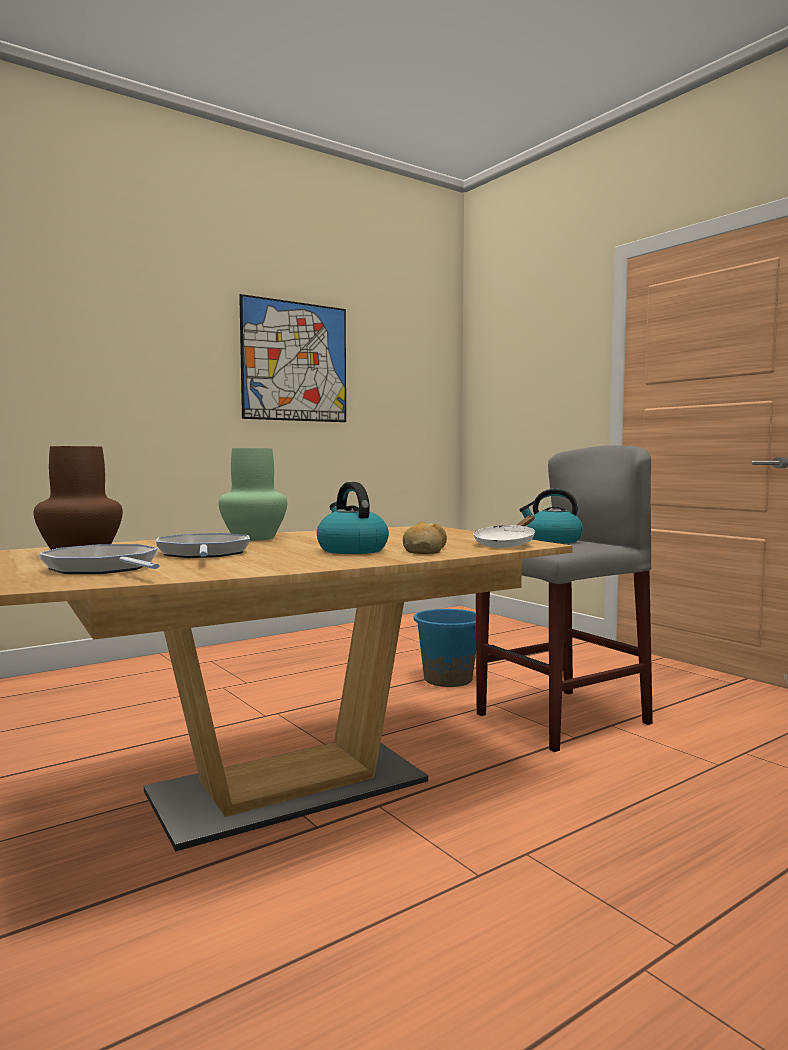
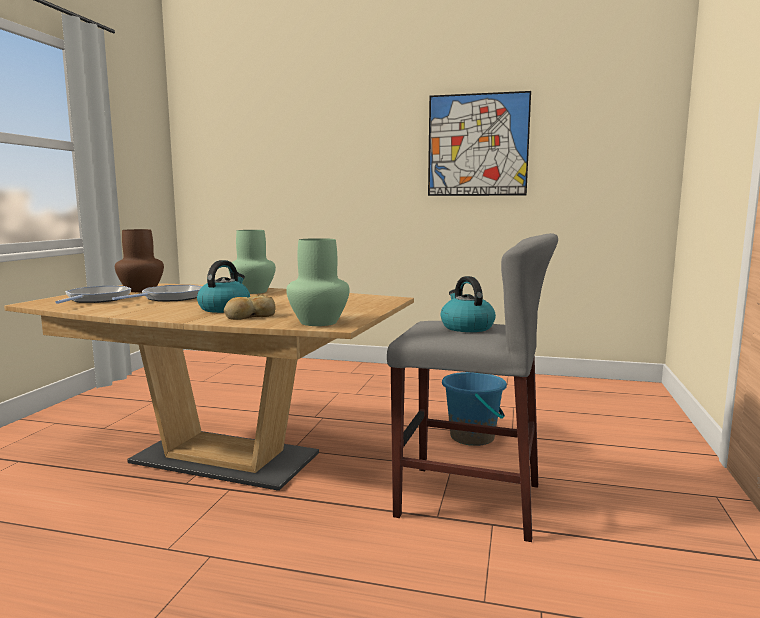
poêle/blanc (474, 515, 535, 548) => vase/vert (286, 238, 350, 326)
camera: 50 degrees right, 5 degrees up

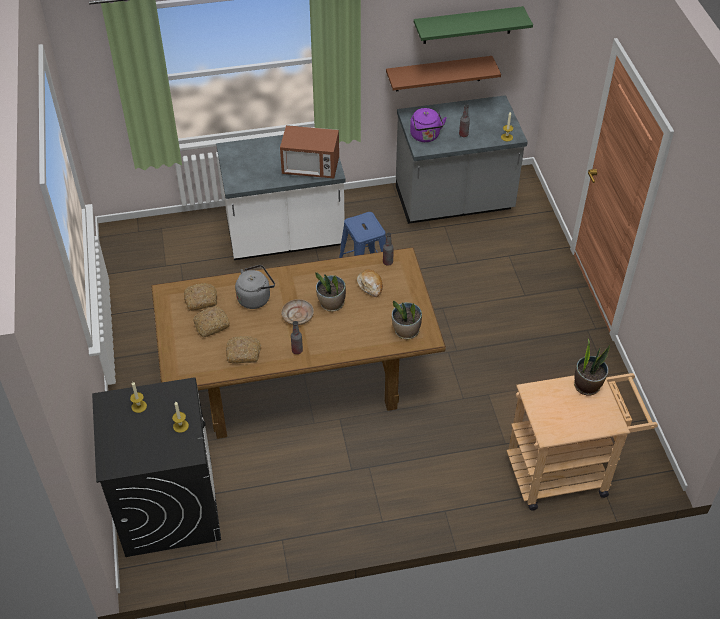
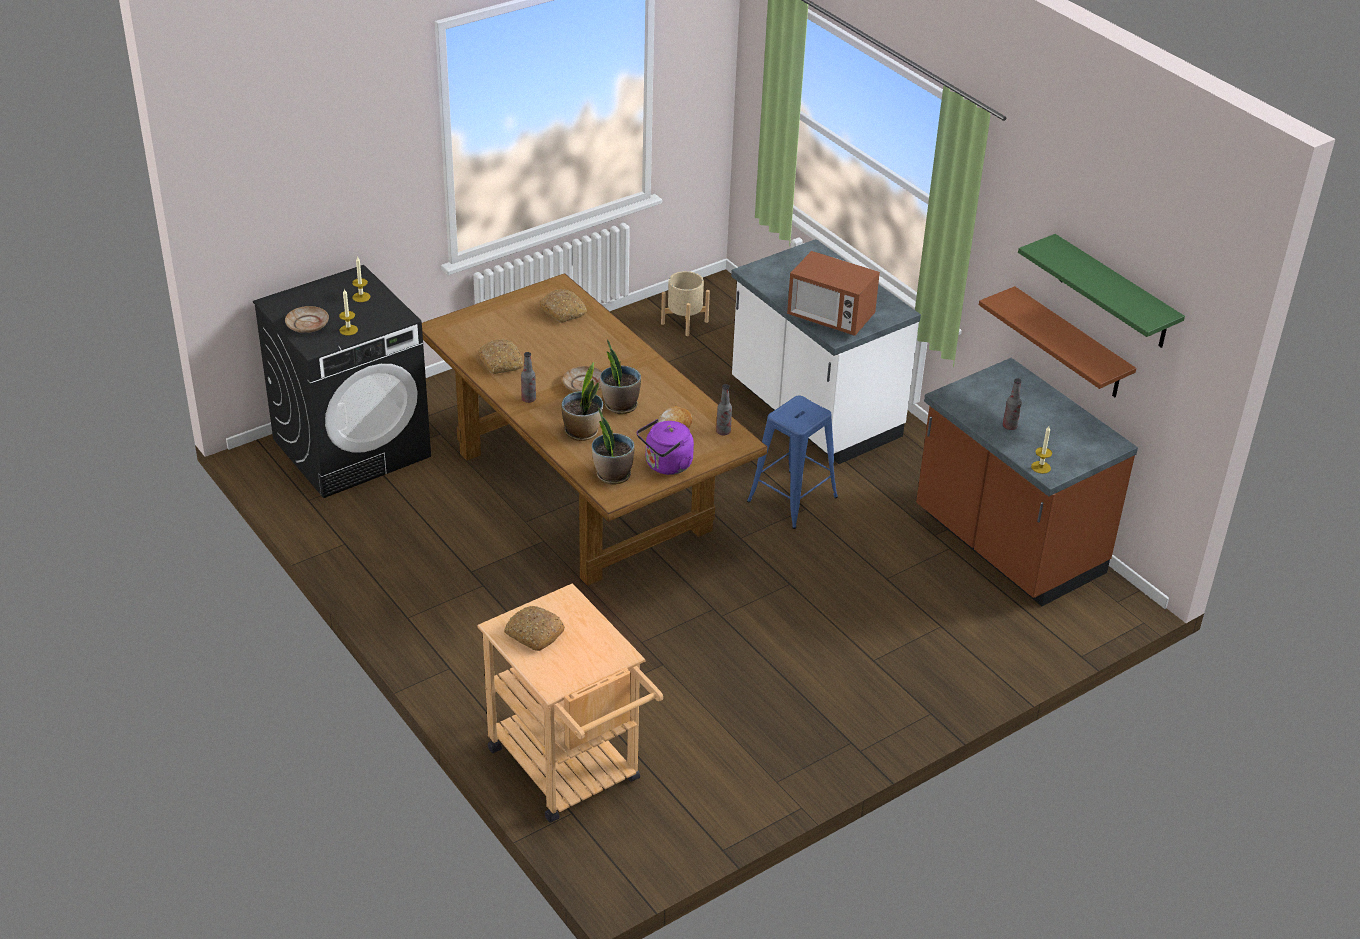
nothing => assiette/beige (285, 306, 329, 333)
pain (193, 306, 230, 337) => pain (504, 606, 565, 651), move
plante en pot (574, 339, 610, 396) => plante en pot (561, 362, 603, 441), move
bouilloire/violet (410, 108, 447, 142) => bouilloire/violet (637, 419, 694, 475), move
nothing => cache-pot/beige (661, 271, 710, 336)
micro-ondes (280, 125, 339, 178) => micro-ondes (787, 251, 880, 336), 45 degrees counterclockwise
comptoir de cuisine/gris (396, 95, 528, 224) => comptoir de cuisine/marron (916, 358, 1138, 606)
bouilloire/gris (235, 265, 275, 309) => nothing
camera: 65 degrees right, 10 degrees down

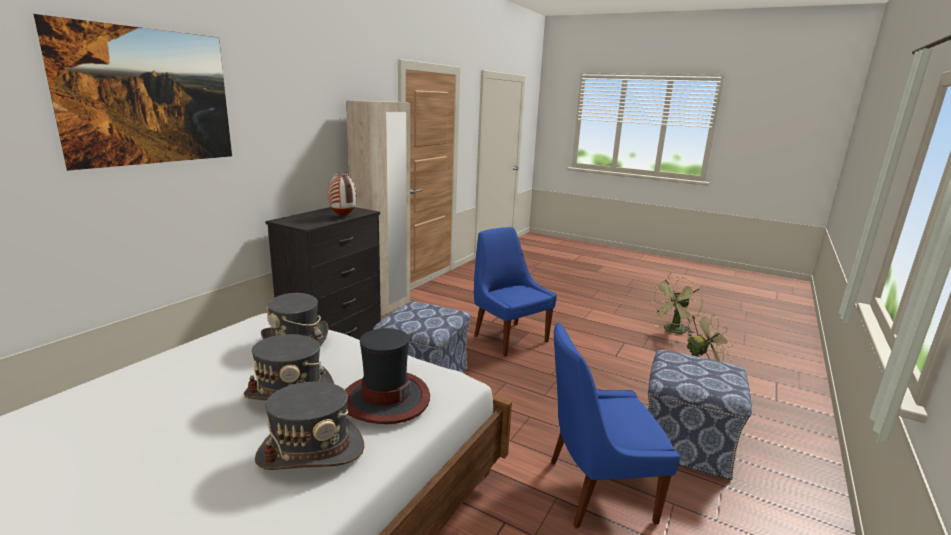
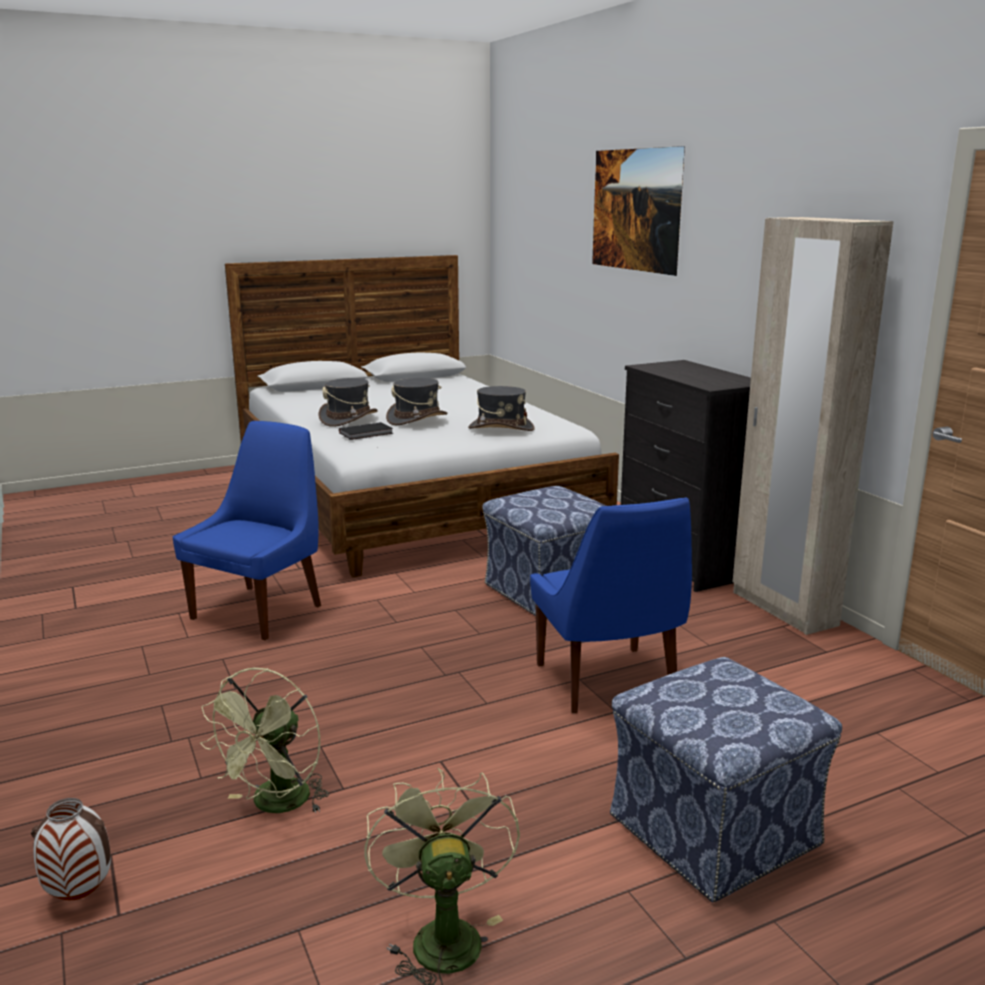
vase (328, 173, 357, 216) => vase (31, 798, 111, 900), move
chapeau (345, 328, 430, 424) => livre/noir (339, 422, 393, 440)
chaise/bleu (474, 227, 557, 356) => chaise/bleu (530, 498, 692, 714), 75 degrees clockwise
pouf (648, 350, 752, 480) => pouf (610, 657, 842, 902), move
camera: 125 degrees right, 0 degrees up

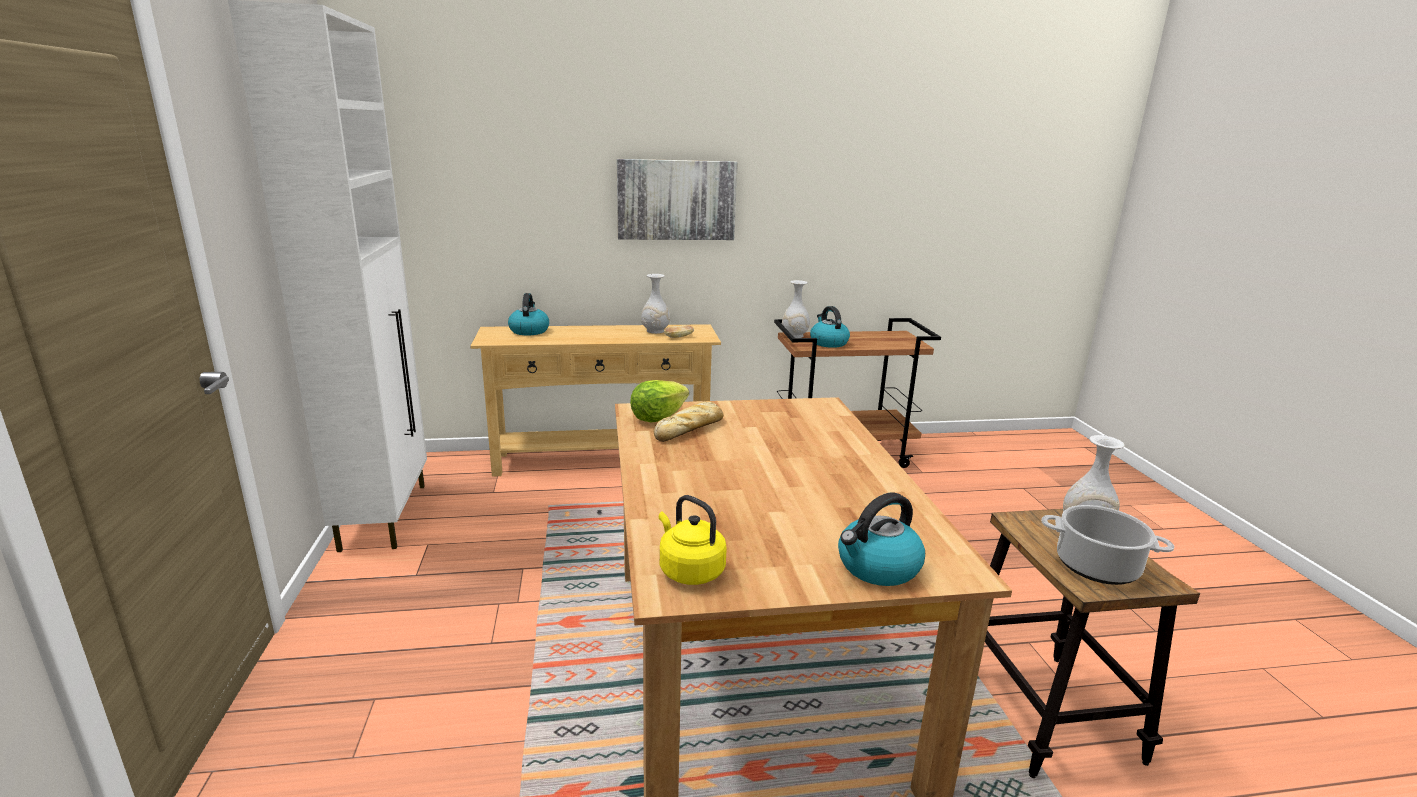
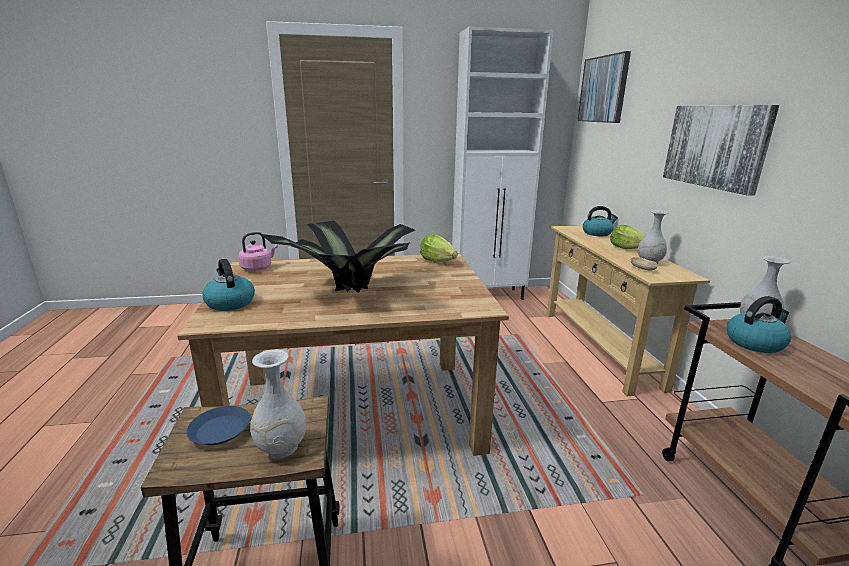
marmite (1041, 505, 1174, 585) => assiette/bleu (186, 406, 251, 445)
bouilloire/jaune (659, 495, 727, 585) => bouilloire/rose (238, 232, 278, 271)
nothing => plante en pot (261, 221, 415, 293)
nothing => tableau (577, 51, 631, 123)
nothing => laitue (610, 225, 645, 249)
pain (654, 401, 724, 442) => nothing
camera: 90 degrees right, 0 degrees up

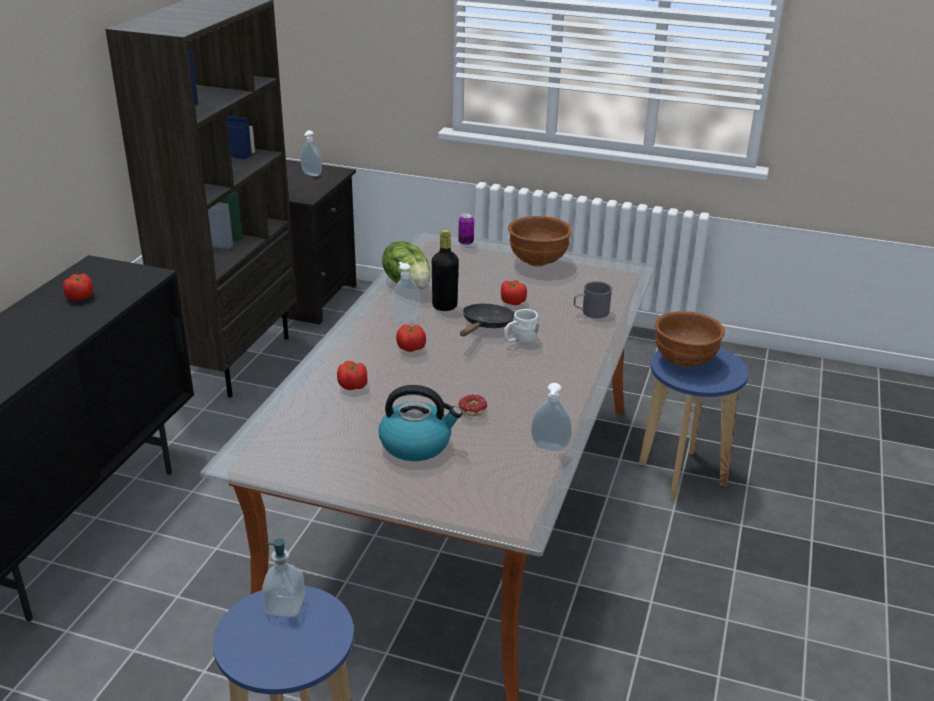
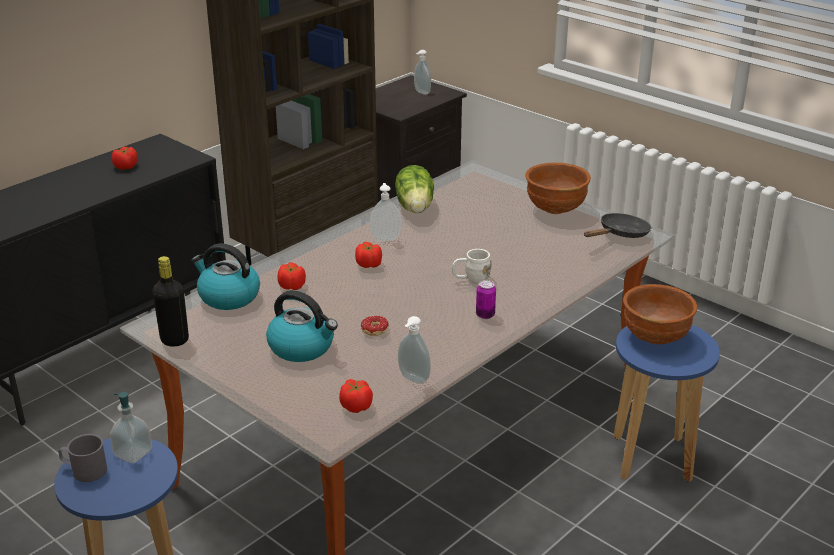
mug/gris (574, 281, 612, 318) => mug/gris (58, 434, 107, 482), move
bouteille/noir (432, 229, 459, 311) => bouteille/noir (152, 256, 189, 347), move
nothing => bouilloire (191, 243, 260, 310)
tomate (501, 280, 527, 305) => tomate (339, 379, 373, 413), move
boîte métallique (458, 213, 474, 245) => boîte métallique (476, 280, 496, 319), move
poêle/noir (460, 304, 515, 336) => poêle/noir (584, 213, 651, 238), move
camera: 25 degrees right, 0 degrees up

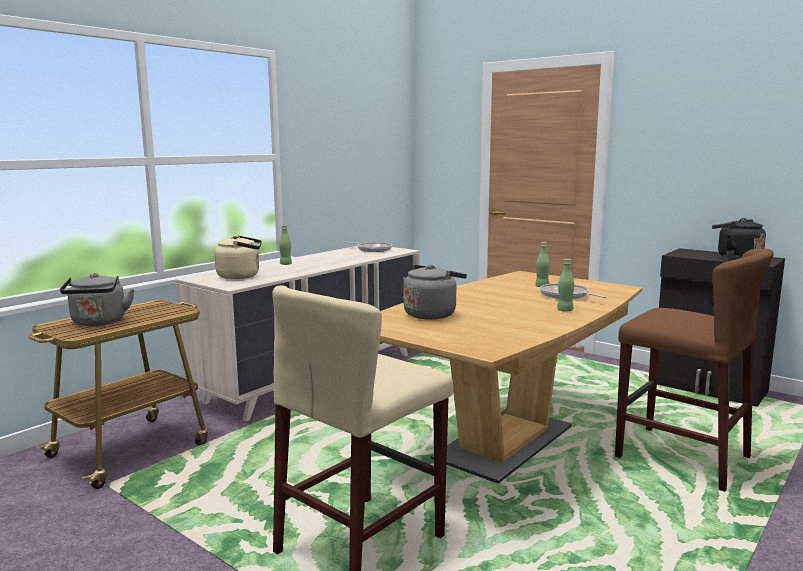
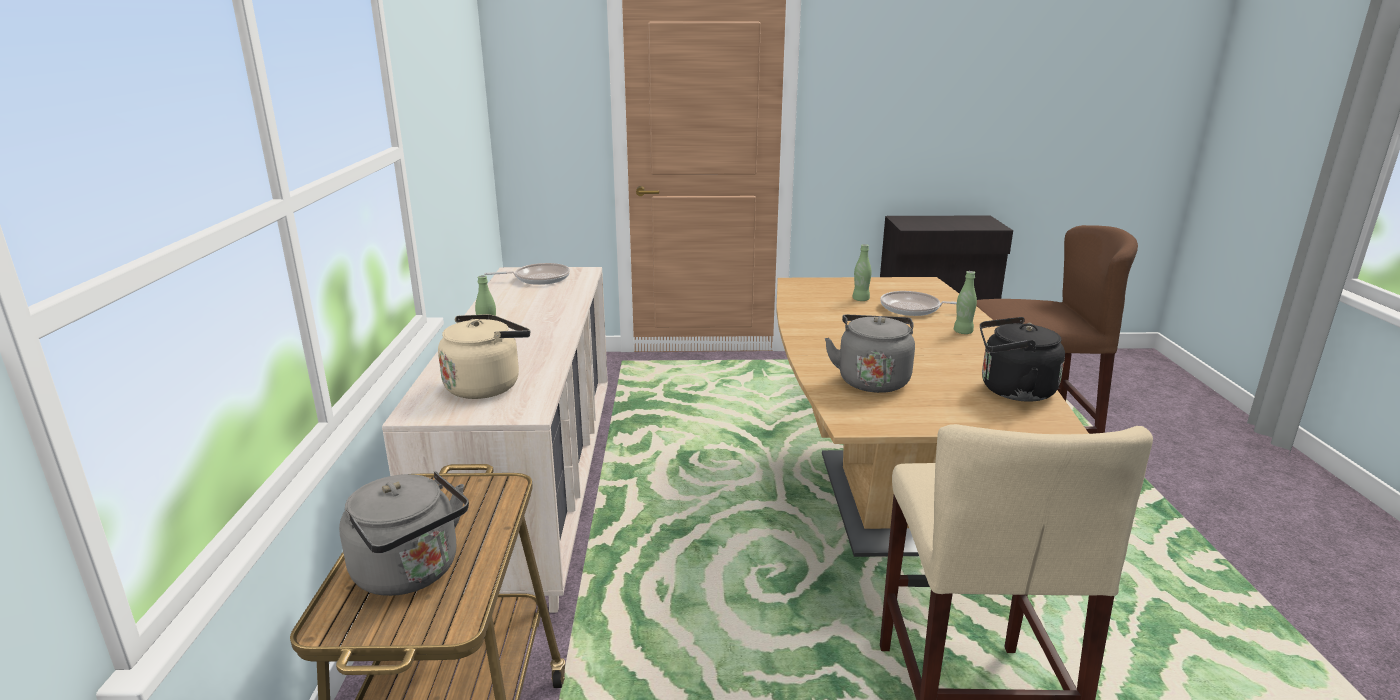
bouilloire/noir (712, 218, 766, 260) => bouilloire/noir (980, 317, 1065, 402), move
camera: 40 degrees left, 10 degrees up

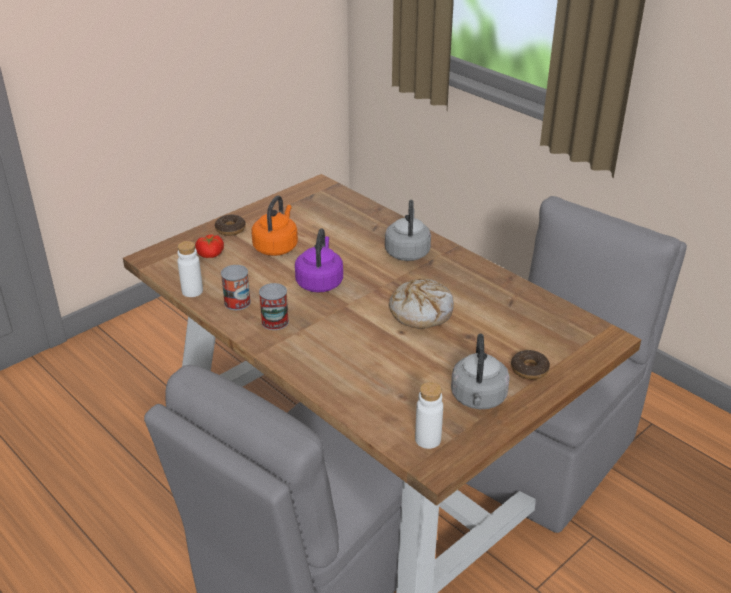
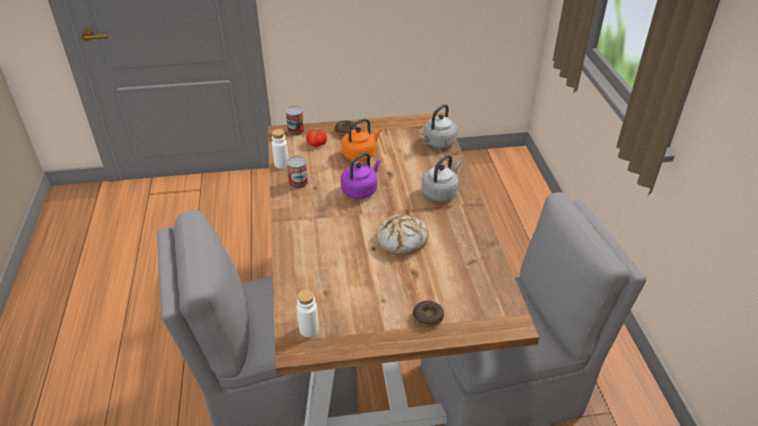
boîte métallique (259, 283, 289, 330) => boîte métallique (285, 106, 305, 136), move
bouilloire/gris (451, 334, 510, 409) => bouilloire/gris (422, 104, 457, 148), move
camera: 35 degrees right, 5 degrees up

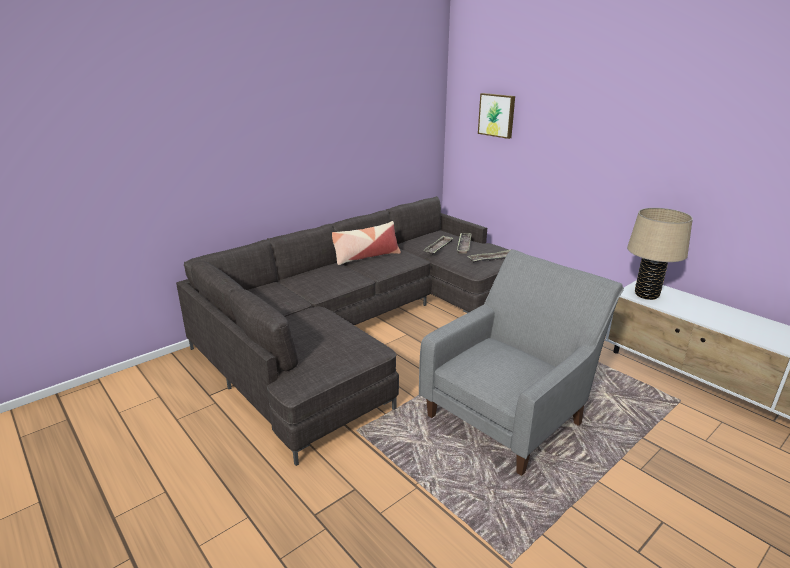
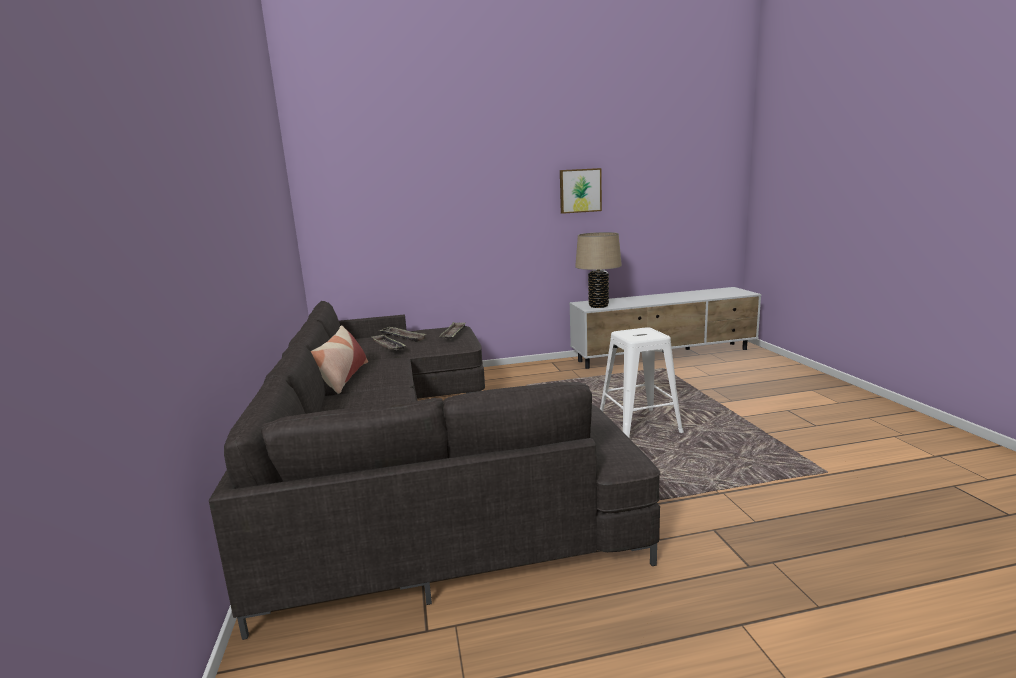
tableau (478, 93, 515, 139) => tableau (560, 168, 602, 214), move
fauteuil/gris (419, 250, 624, 476) => tabouret/blanc (600, 327, 684, 437)
camera: 60 degrees left, 10 degrees down

